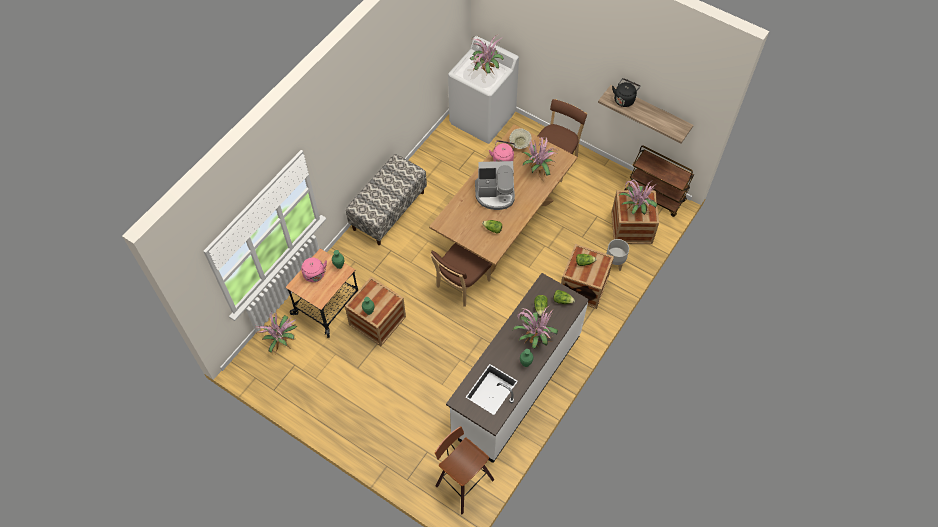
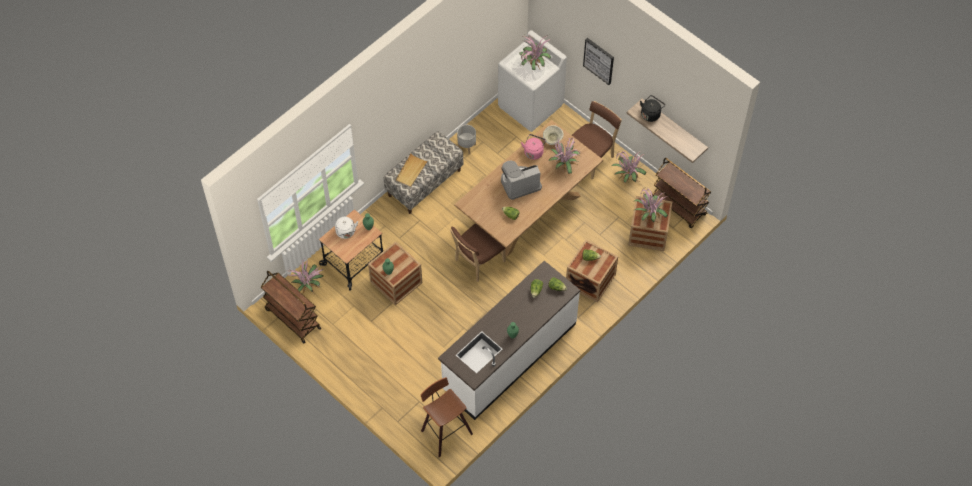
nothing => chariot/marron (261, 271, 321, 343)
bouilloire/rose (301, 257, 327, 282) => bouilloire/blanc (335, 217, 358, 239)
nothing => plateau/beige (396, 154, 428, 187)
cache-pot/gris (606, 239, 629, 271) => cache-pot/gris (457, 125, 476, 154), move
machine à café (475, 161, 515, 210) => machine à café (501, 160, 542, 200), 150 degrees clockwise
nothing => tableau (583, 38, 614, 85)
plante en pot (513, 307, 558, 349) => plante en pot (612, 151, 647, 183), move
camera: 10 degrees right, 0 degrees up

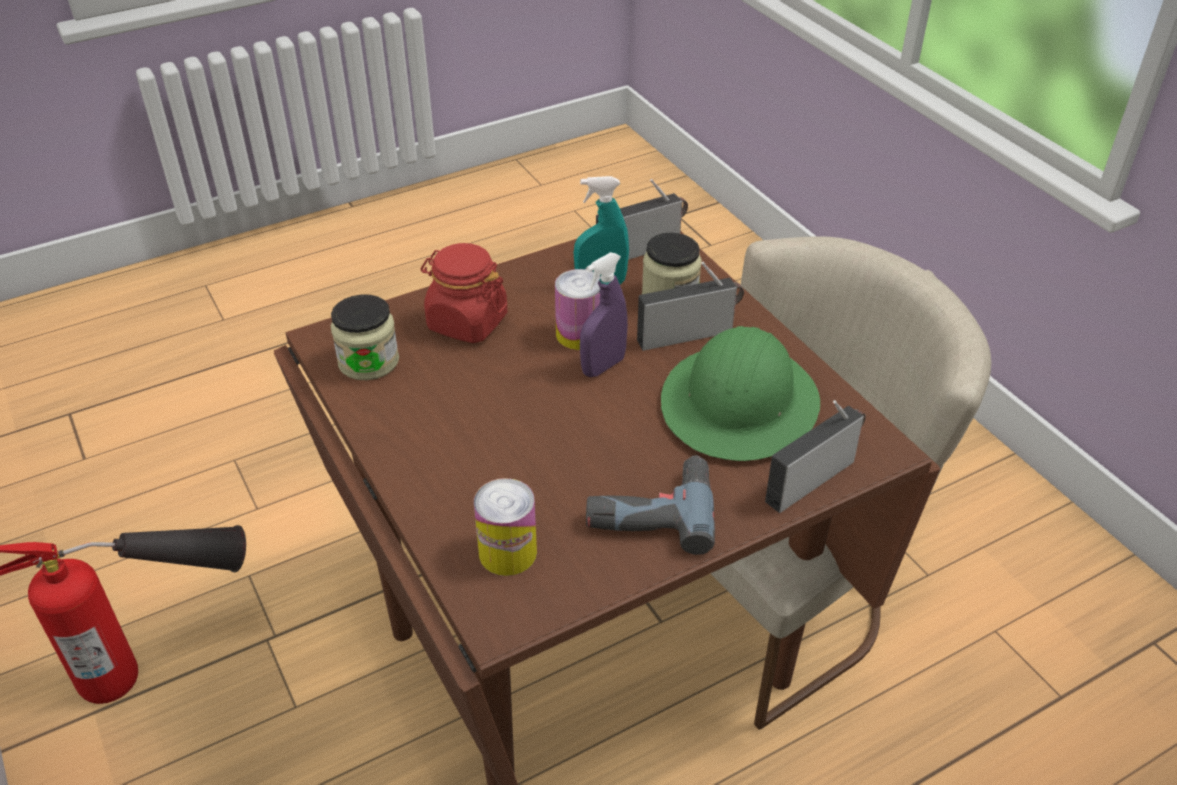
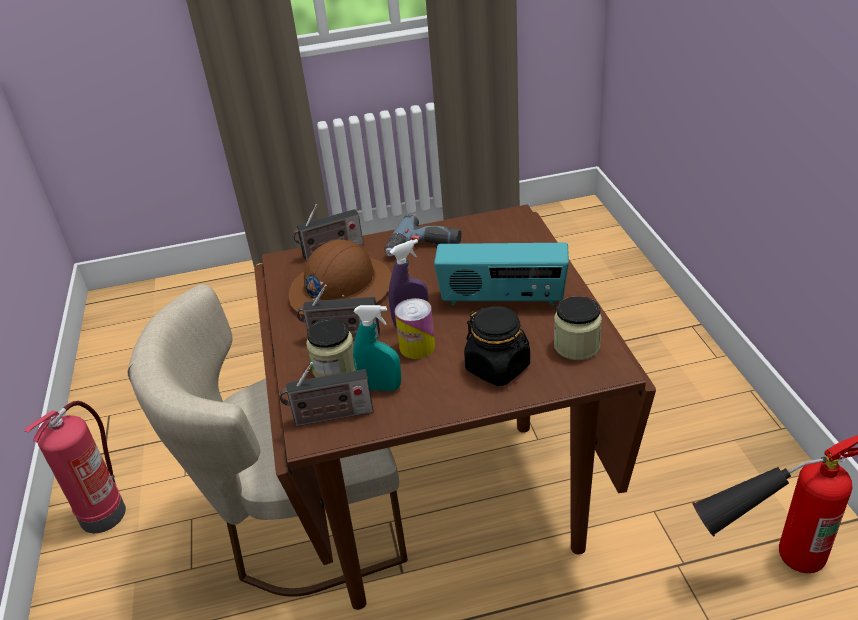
nothing => extincteur (24, 401, 126, 533)
casque de chantier/vert (661, 326, 820, 461) => casque de chantier/marron (289, 239, 392, 315)
nothing => radio (434, 243, 569, 306)
bocal/rouge (421, 243, 507, 343) => bocal/noir (464, 306, 530, 386)
boîte métallique (474, 478, 537, 576) => nothing
camera: 160 degrees left, 5 degrees down

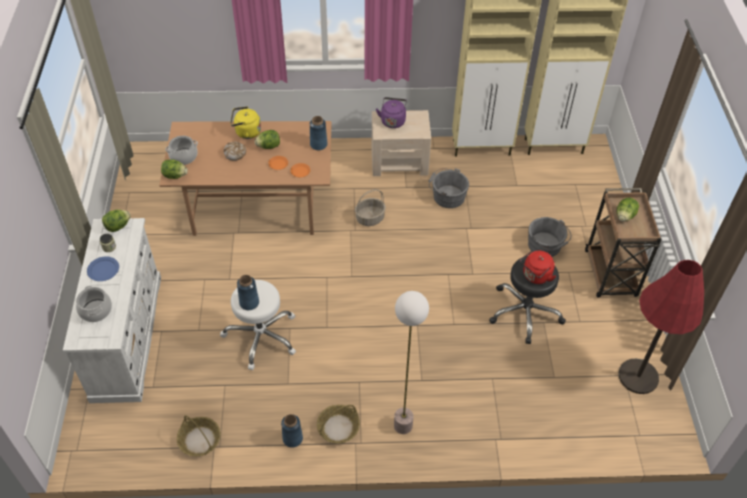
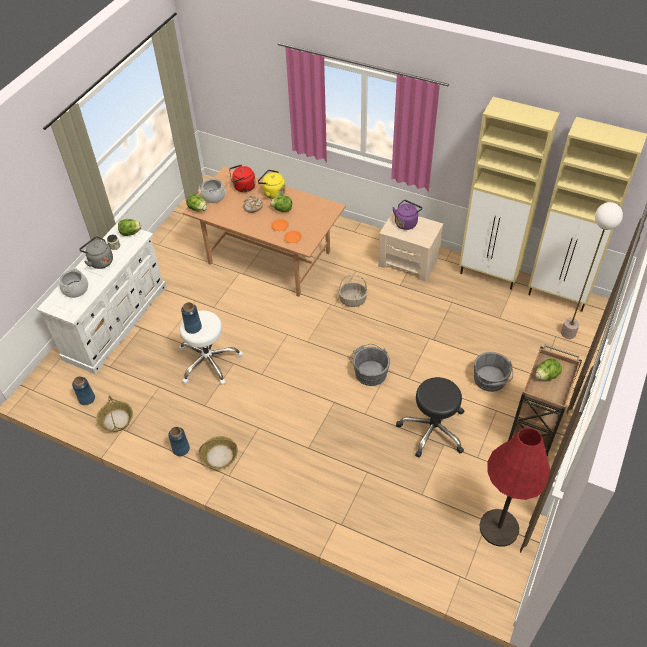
vase/bleu (310, 116, 328, 150) => vase/bleu (72, 376, 95, 405), move
assiette/bleu (87, 256, 119, 281) => bouilloire/gris (79, 236, 113, 269)
bouilloire/rouge (520, 251, 556, 284) => bouilloire/rouge (229, 164, 256, 192), move
seau/gris (429, 168, 469, 208) => seau/gris (349, 344, 390, 386), move
lampadaire (394, 291, 429, 434) => lampadaire (561, 202, 623, 339), move
camera: 30 degrees right, 0 degrees up

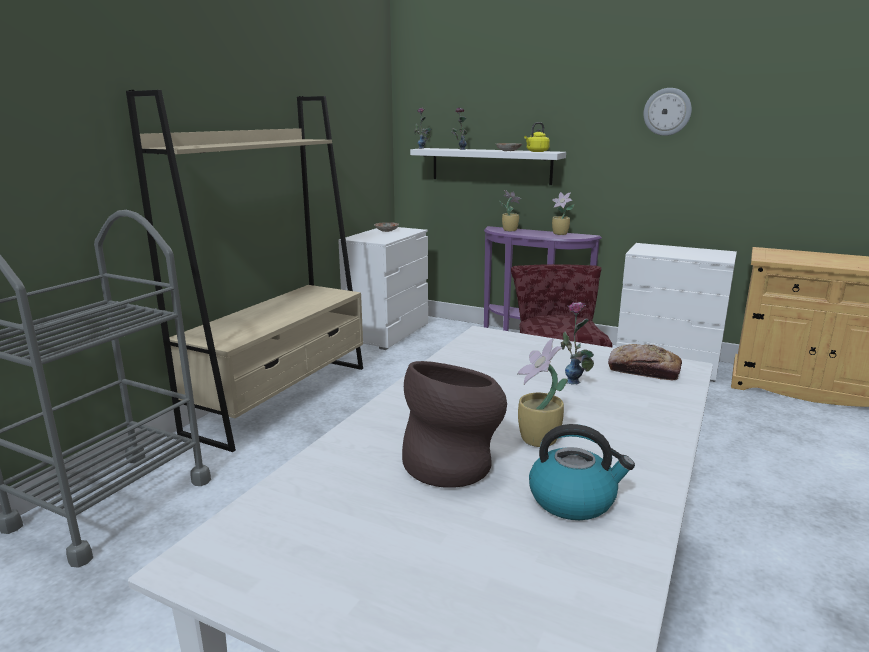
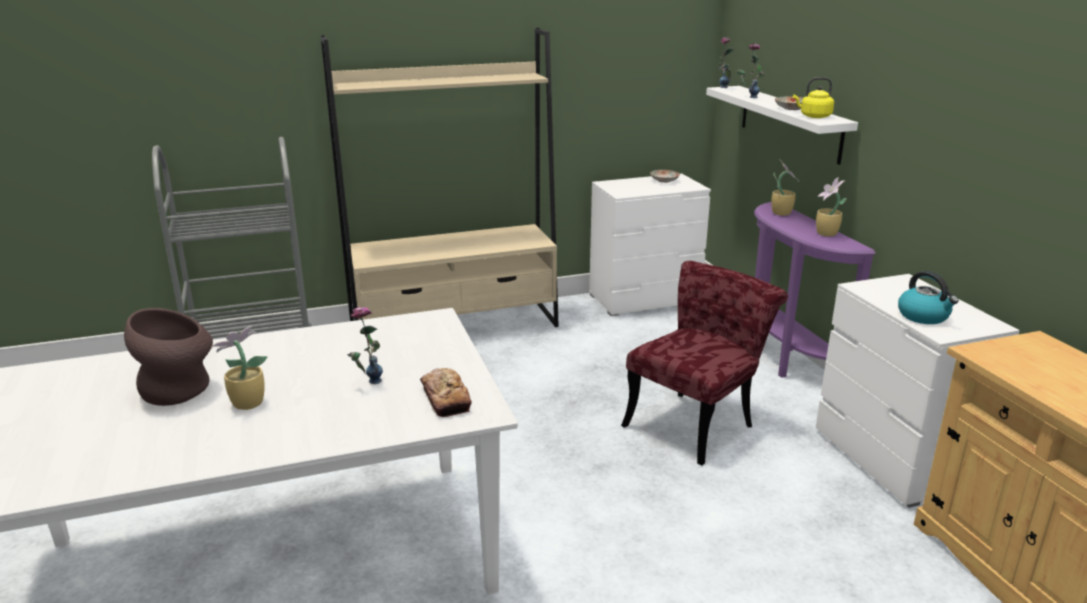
bouilloire (529, 424, 635, 520) => bouilloire (898, 271, 959, 324), move
horloge murale (643, 88, 692, 136) => nothing
camera: 45 degrees right, 5 degrees up

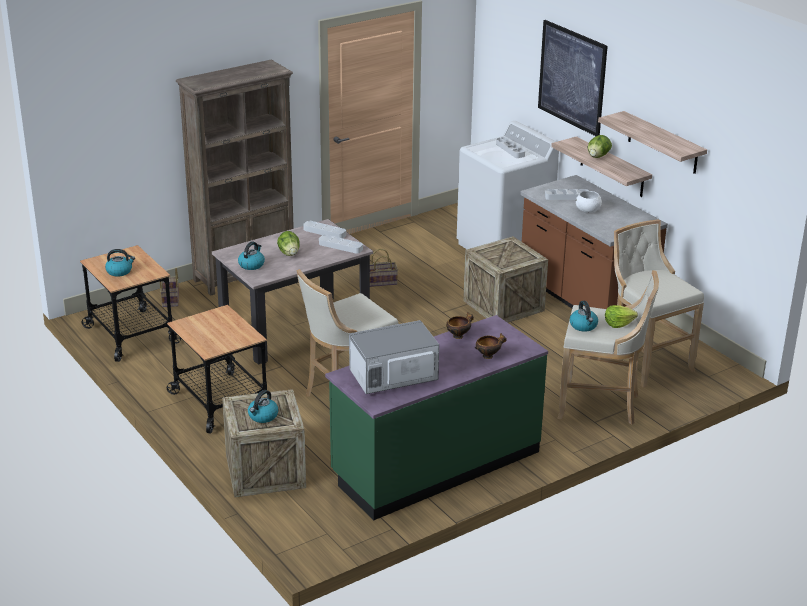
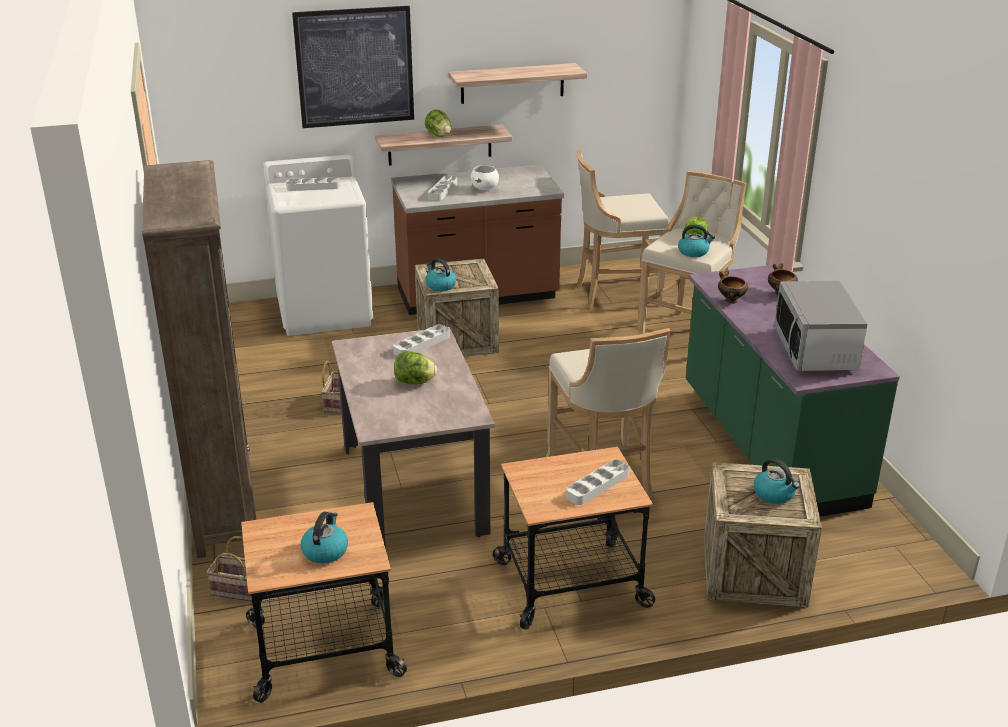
bouilloire (238, 241, 265, 270) => bouilloire (425, 258, 456, 291), move
plateau/gris (303, 221, 346, 238) => plateau/gris (566, 460, 629, 505), move
camera: 70 degrees left, 0 degrees up

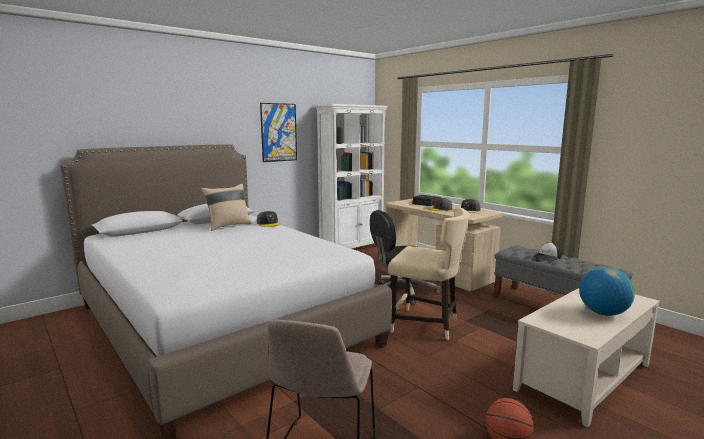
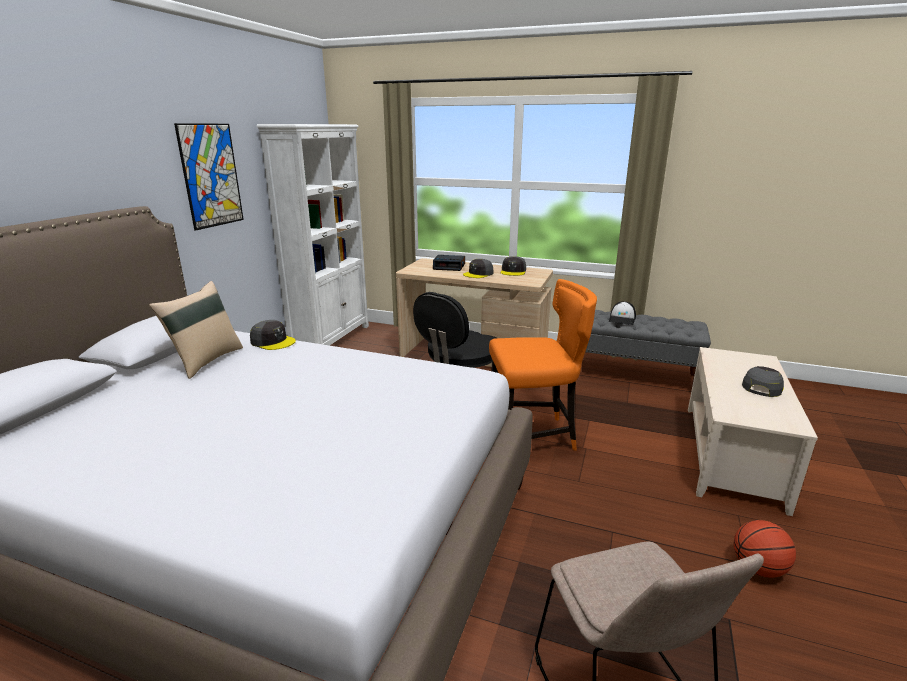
chaise/beige (388, 207, 470, 340) => chaise/orange (489, 279, 597, 451)
globe (579, 267, 635, 316) => casquette/gris (742, 366, 784, 397)
camera: 30 degrees left, 10 degrees up

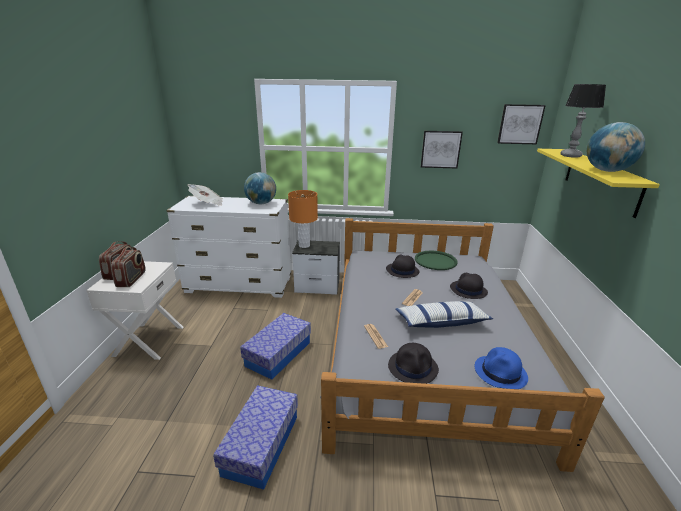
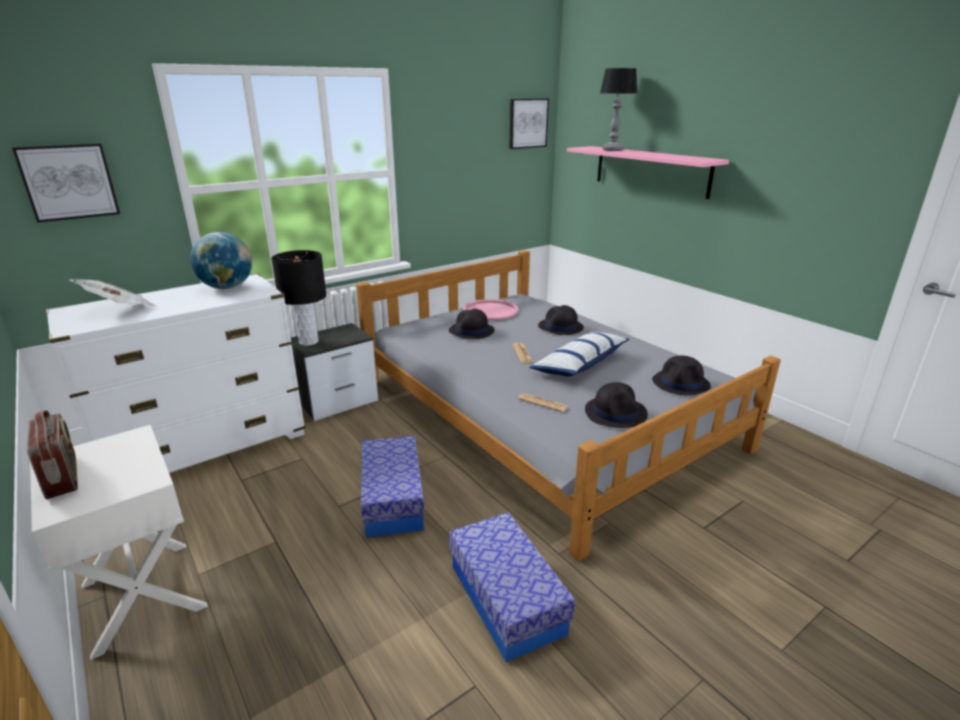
tableau (421, 131, 463, 168) => tableau (12, 143, 120, 223), move
lampe de table/orange (288, 190, 318, 248) => lampe de table/noir (271, 250, 326, 346)
plateau/vert (415, 251, 458, 270) => plateau/rose (463, 299, 519, 320)
étagère/jaune (537, 149, 660, 218) => étagère/rose (567, 146, 729, 199)
chapeau/bleu (475, 347, 528, 389) => chapeau/noir (652, 356, 711, 396)
radio (111, 247, 146, 287) => nothing
globe (586, 122, 645, 172) => nothing
camera: 40 degrees left, 0 degrees up

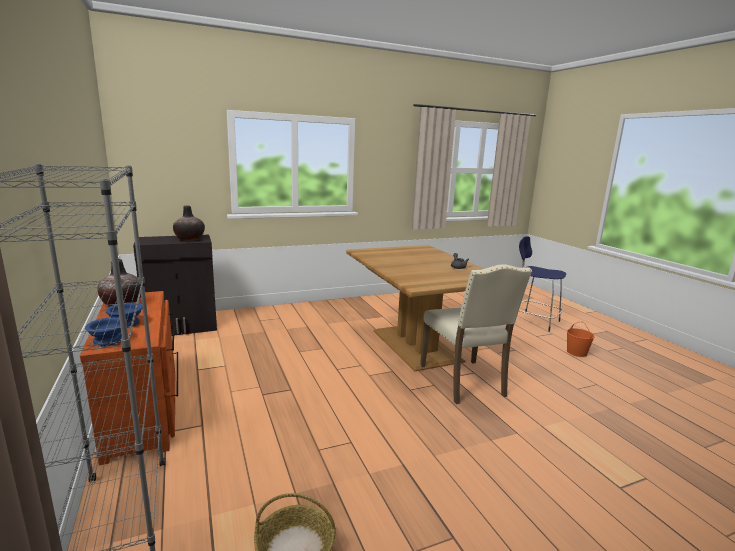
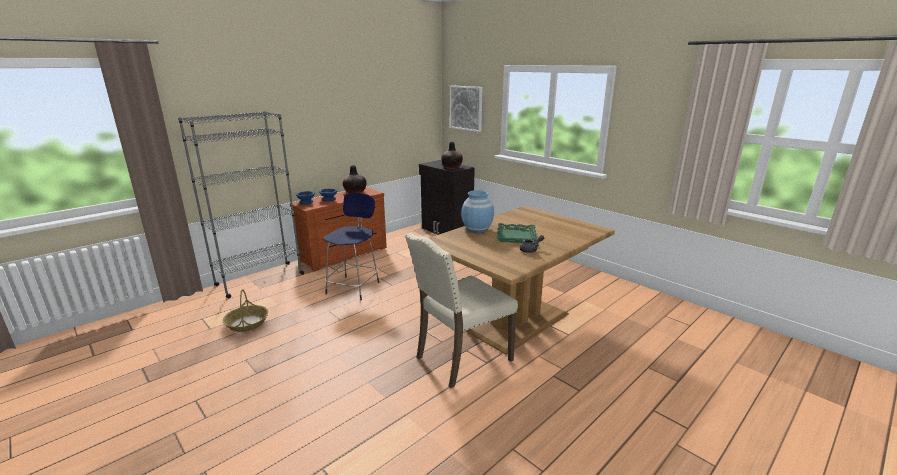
tabouret/bleu (519, 236, 566, 332) => tabouret/bleu (323, 193, 379, 300), move
nothing => tableau (450, 85, 482, 132)
nothing => vase/bleu (461, 190, 494, 233)
nothing => plateau/vert (497, 223, 537, 243)
seau/orange (567, 321, 595, 357) => nothing
camera: 70 degrees right, 5 degrees up

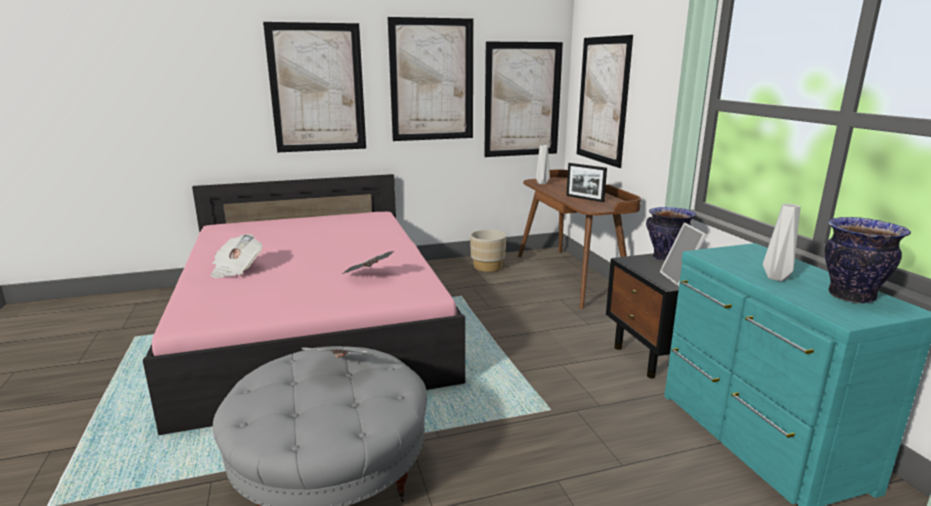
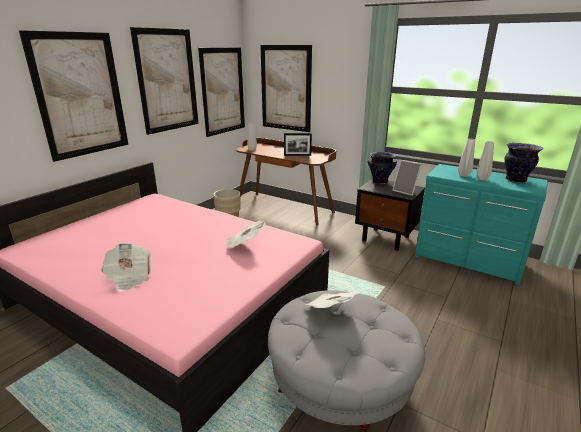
nothing => vase/gris (458, 138, 475, 177)
camera: 40 degrees left, 5 degrees up

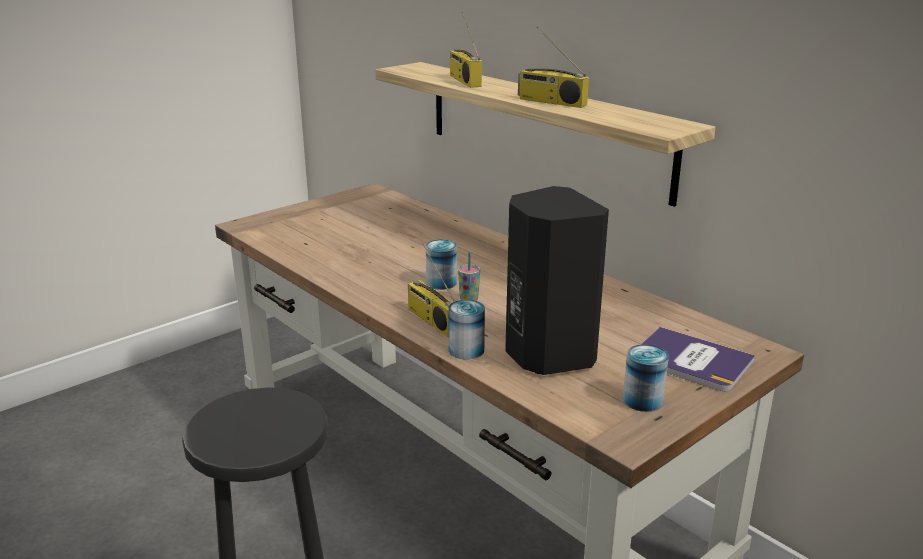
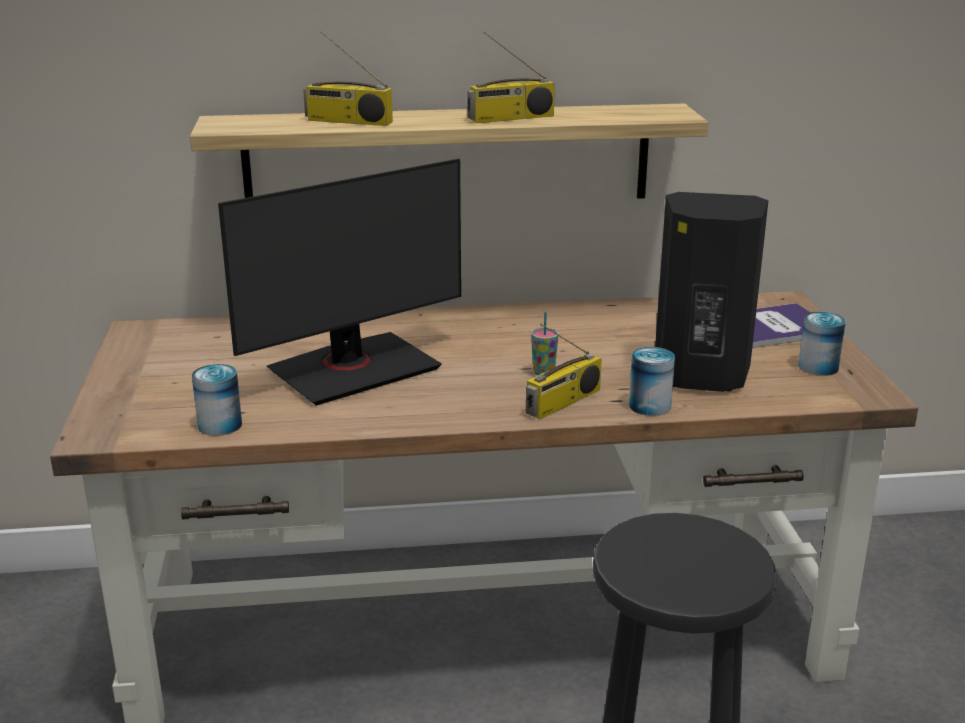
boîte métallique (426, 240, 457, 290) => boîte métallique (192, 364, 242, 436), move
nothing => écran d'ordinateur (218, 159, 461, 406)
radio (408, 244, 455, 337) => radio (526, 324, 602, 419), 45 degrees counterclockwise
camera: 55 degrees left, 0 degrees up

